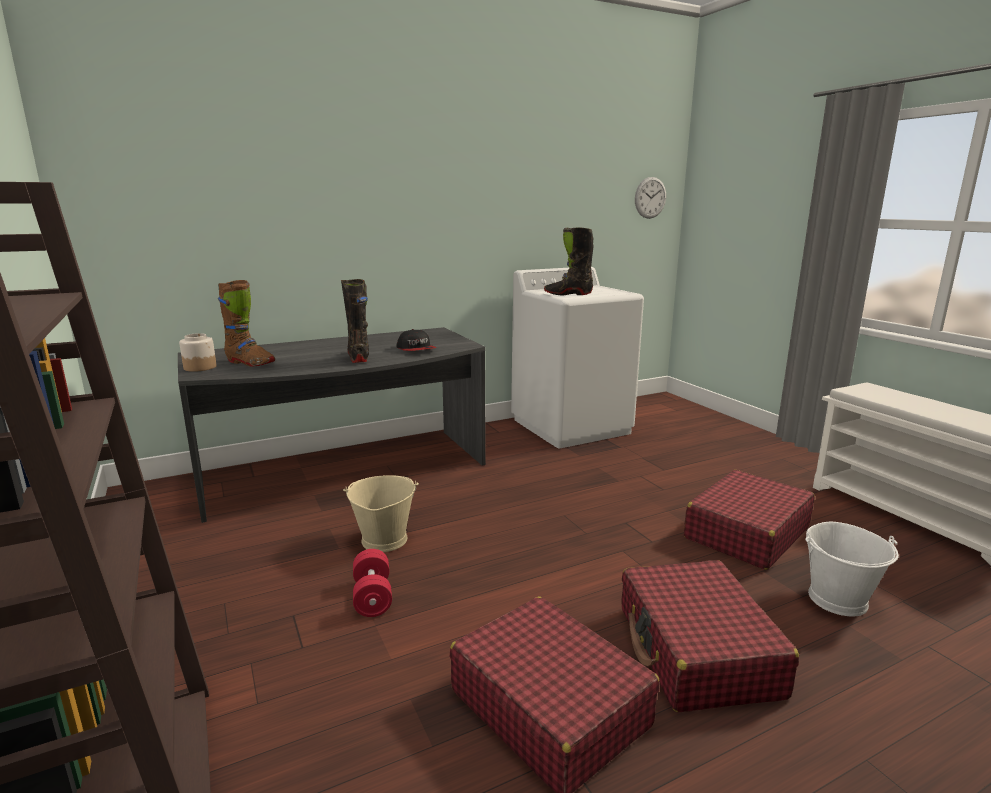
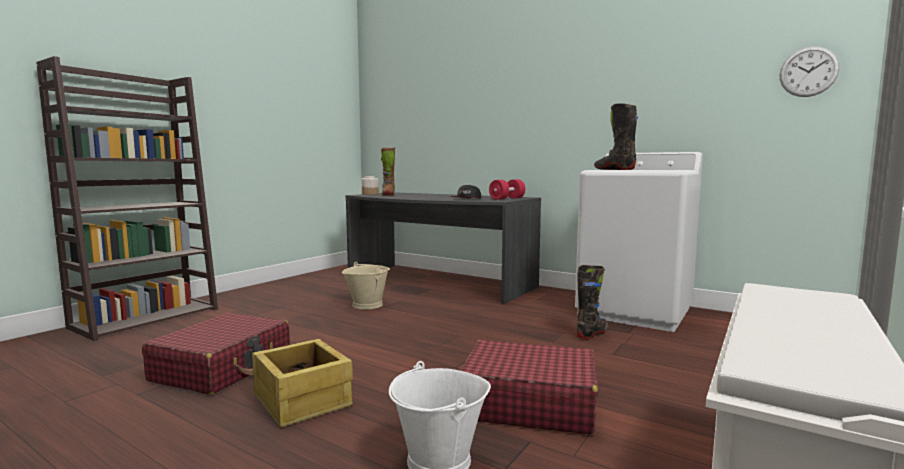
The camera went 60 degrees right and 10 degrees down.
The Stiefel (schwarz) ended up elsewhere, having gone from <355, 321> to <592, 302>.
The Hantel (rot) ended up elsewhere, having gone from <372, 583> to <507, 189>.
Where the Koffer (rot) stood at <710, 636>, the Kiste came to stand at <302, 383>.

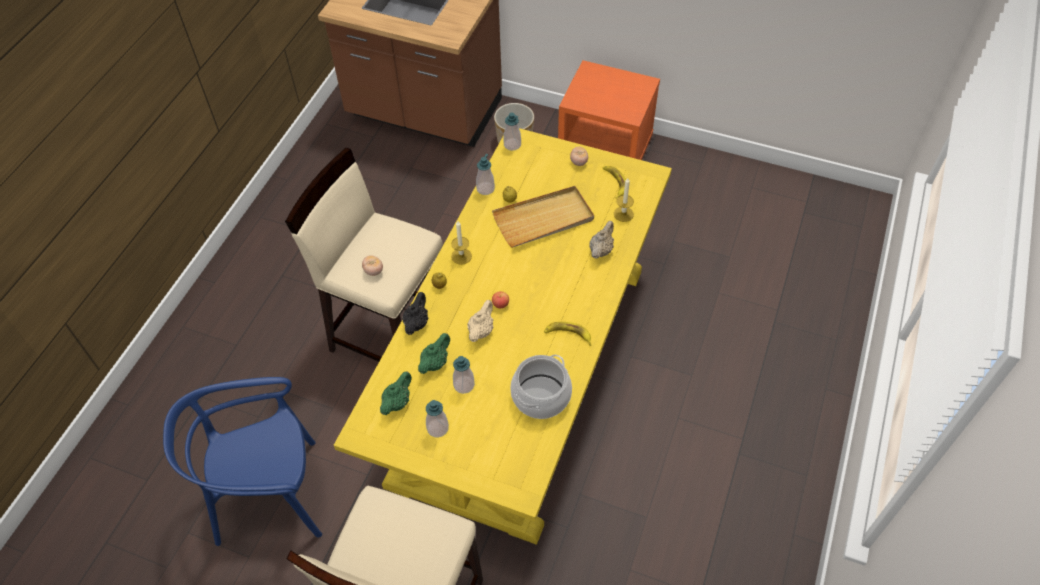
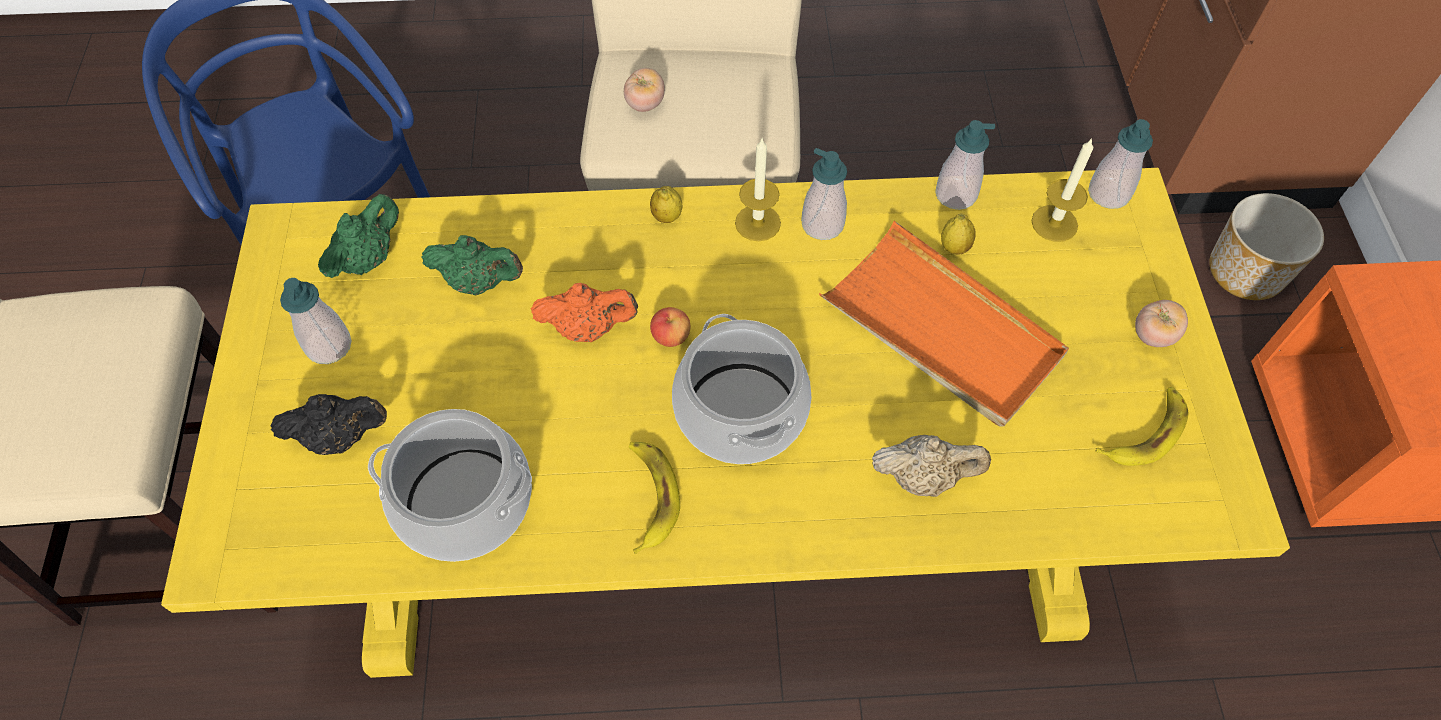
The camera went 65 degrees right and 5 degrees up.
The Teekanne (grün) at <396, 393> ended up facing another way, 60 degrees counterclockwise from before.
The Teekanne (schwarz) ended up elsewhere, having gone from <415, 313> to <328, 424>.
The Seifenspender ended up elsewhere, having gone from <464, 375> to <824, 194>.
What was the Teekanne (beige) at <480, 321> turned into the Teekanne (orange) at <584, 312>.
What was the Tablett (beige) at <543, 217> turned into the Tablett (orange) at <944, 324>.
The Kerze ended up elsewhere, having gone from <624, 200> to <1062, 190>.
The second view gained the Kochtopf at <742, 389>.

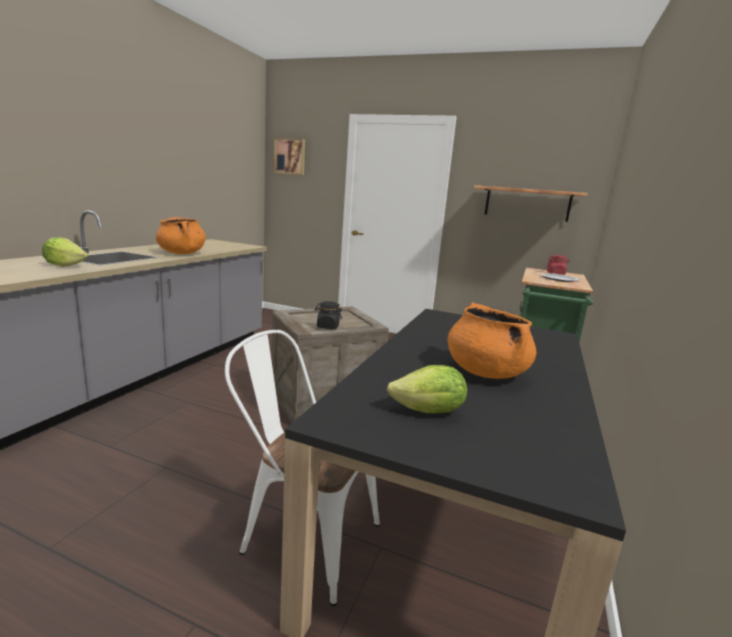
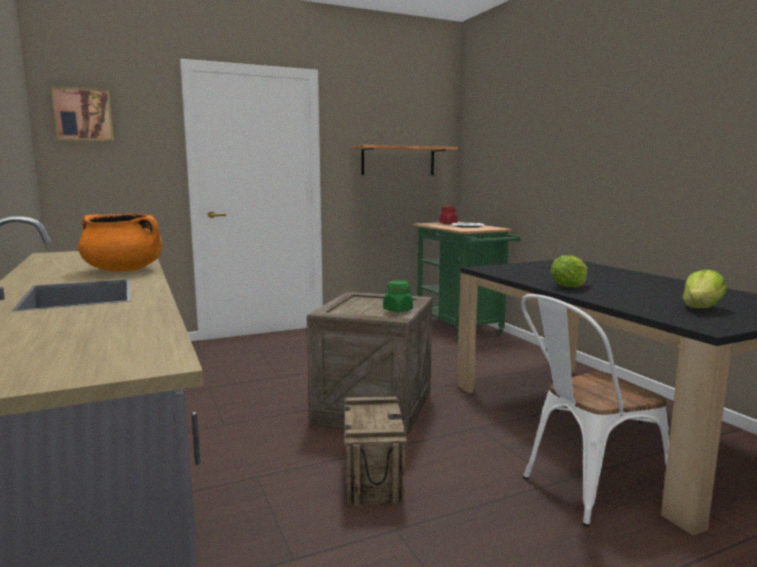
The camera went 45 degrees left and 5 degrees down.
The Salatkopf ended up elsewhere, having gone from <65, 252> to <569, 271>.
What was the Vorratsglas (schwarz) at <328, 315> turned into the Vorratsglas (grün) at <398, 296>.
The second view lost the Kochtopf (orange) at <492, 340>.
The second view gained the Kiste at <375, 451>.

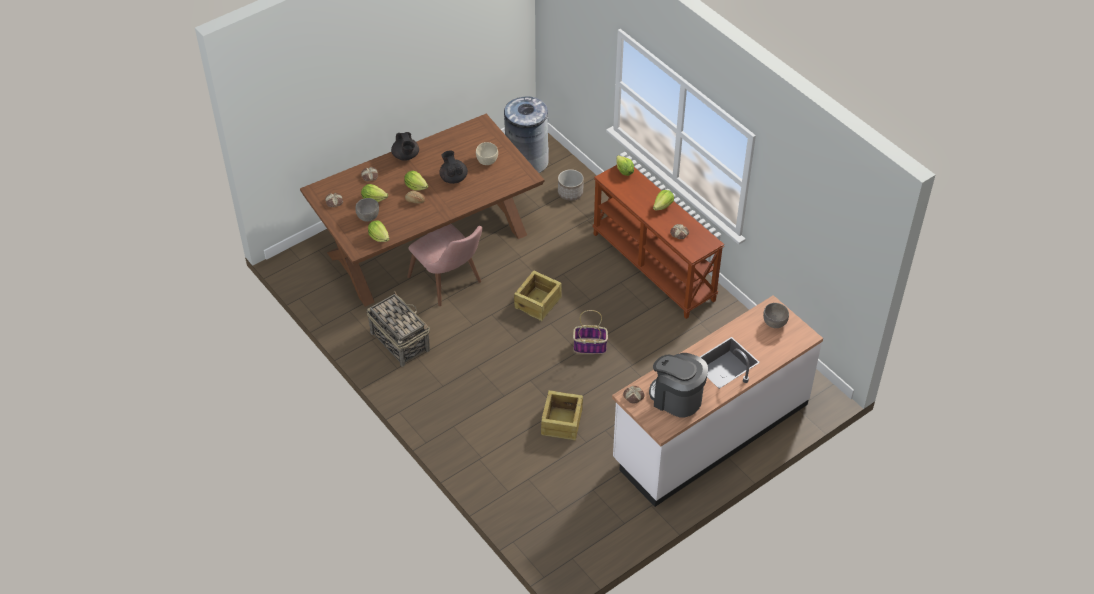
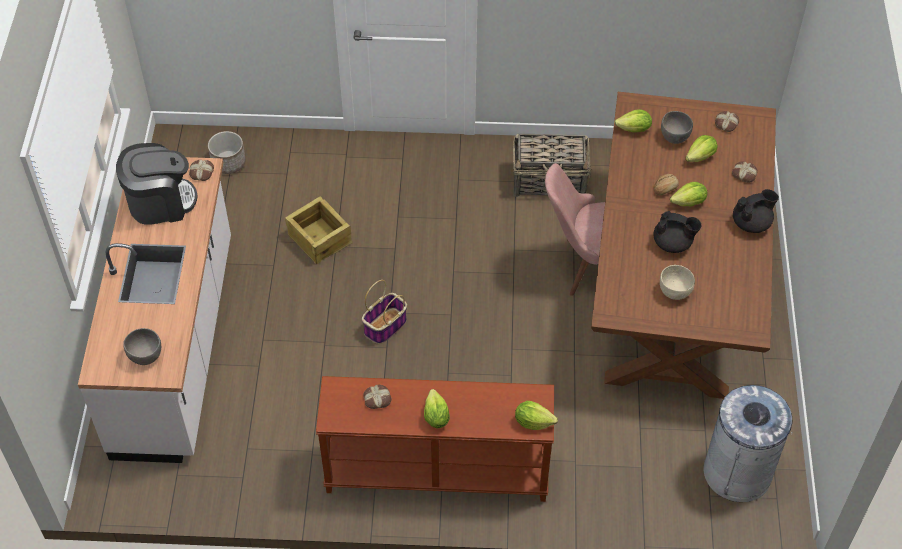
The camera went 130 degrees right and 5 degrees up.
The Teekanne (schwarz) at <405, 146> ended up facing another way, 135 degrees clockwise from before.
The second view lost the Kiste at <538, 295>.
The Pflanzkübel ended up elsewhere, having gone from <571, 185> to <227, 152>.

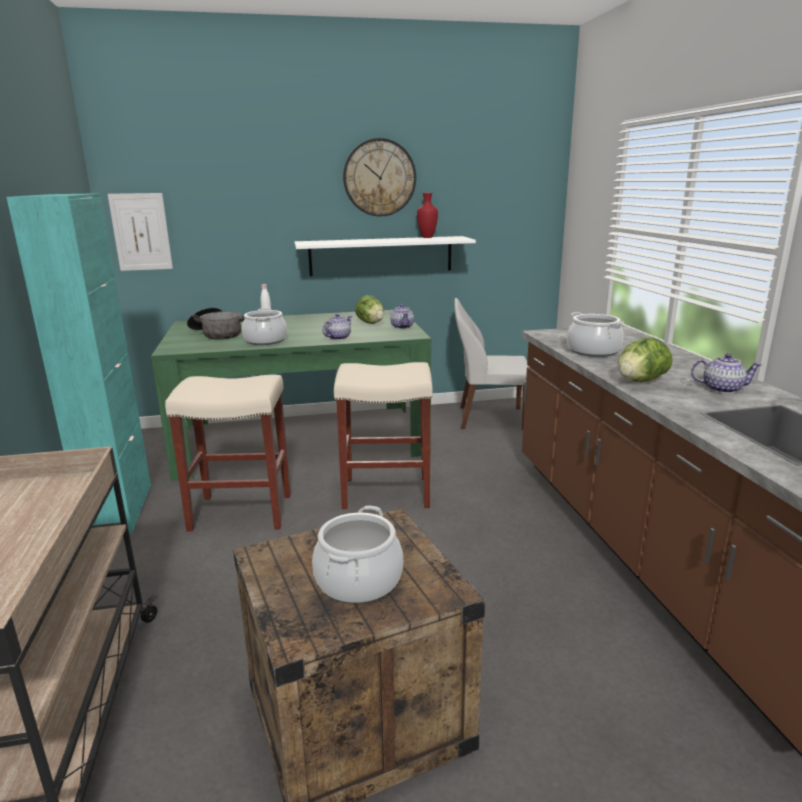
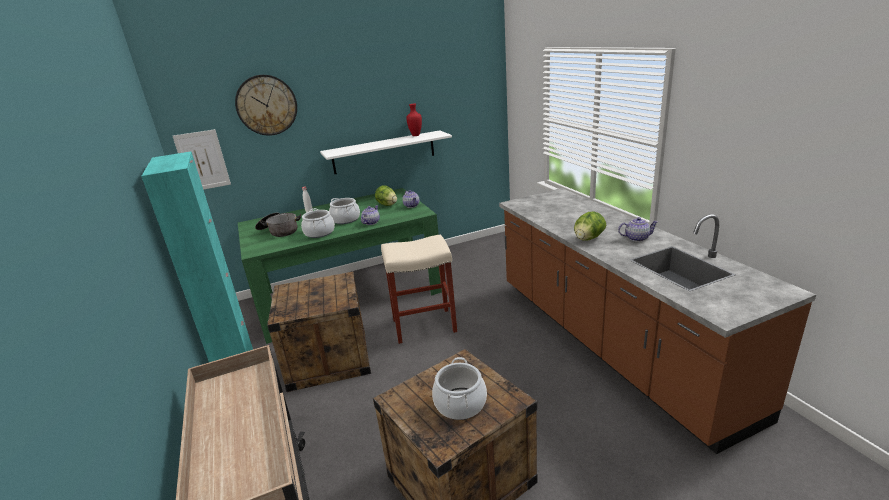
The camera went 10 degrees left and 5 degrees up.
Where the Hocker (beige) stood at <228, 453>, the Kiste came to stand at <319, 332>.
The Wanduhr ended up elsewhere, having gone from <379, 177> to <266, 105>.
The second view lost the Stuhl (weiß) at <491, 364>.
The Kochtopf ended up elsewhere, having gone from <595, 334> to <344, 211>.

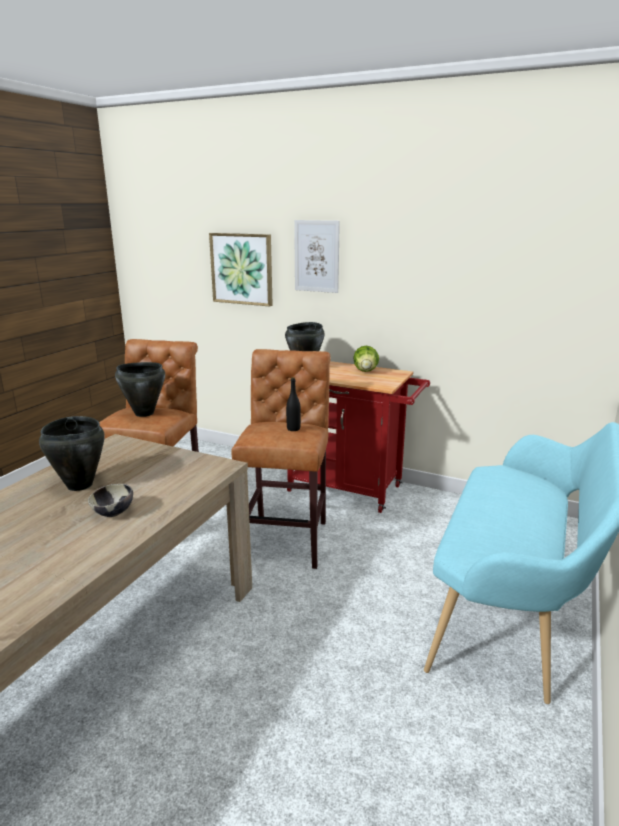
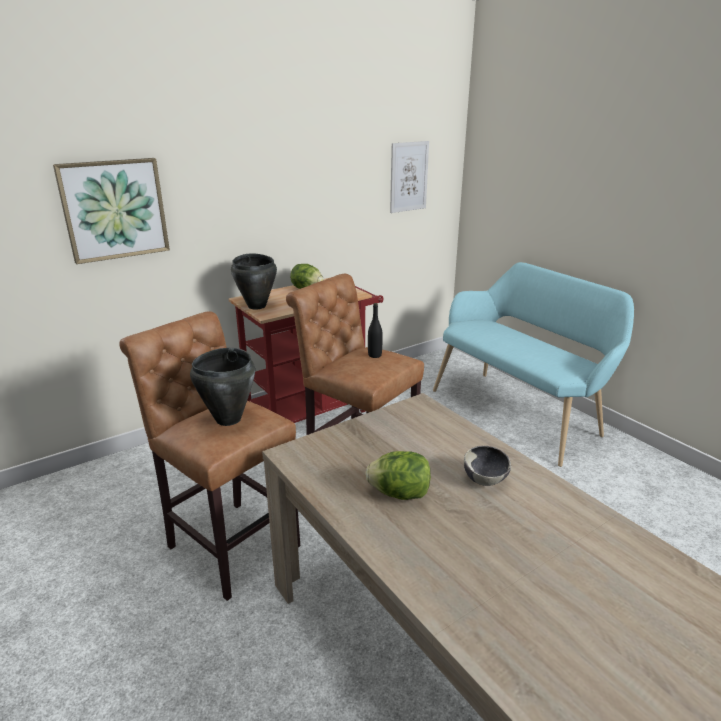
The camera went 60 degrees left and 5 degrees up.
Where the Kochtopf (schwarz) stood at <72, 453>, the Salatkopf came to stand at <398, 475>.
The Bild ended up elsewhere, having gone from <317, 256> to <409, 177>.

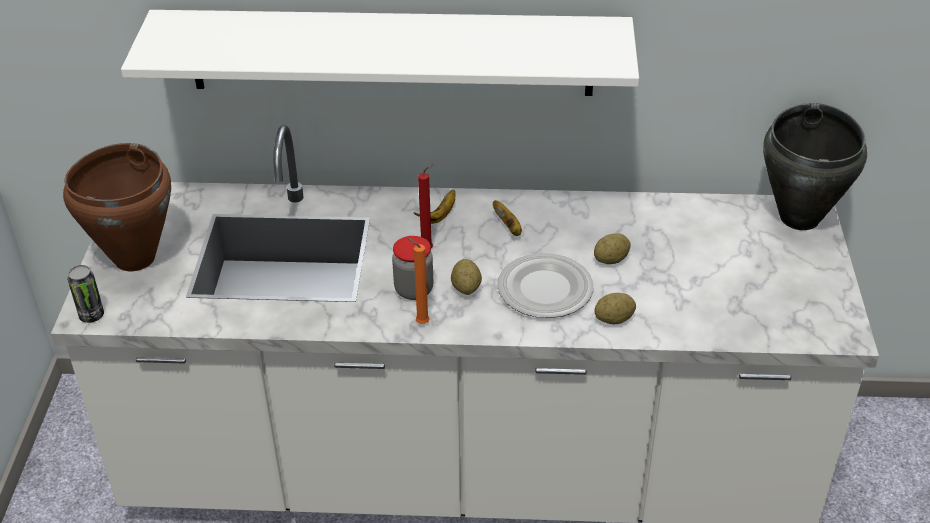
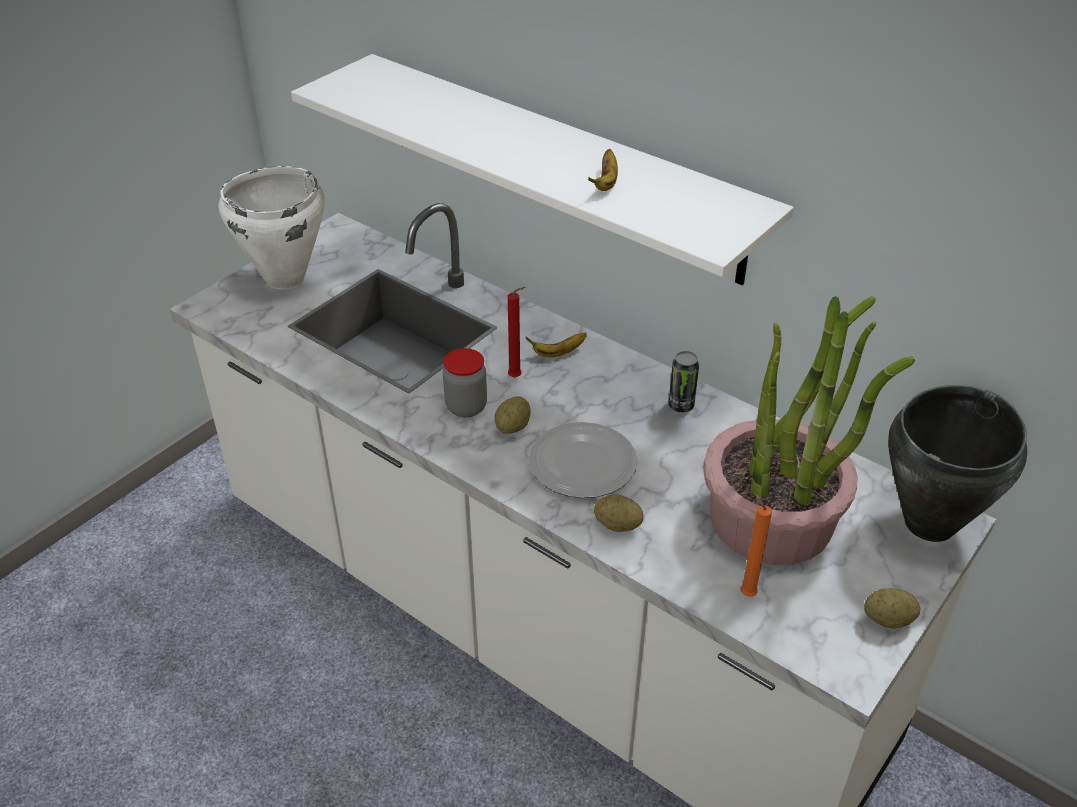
The camera went 35 degrees right and 0 degrees up.
What was the Kochtopf (braun) at <117, 207> turned into the Kochtopf (weiß) at <271, 227>.
The Dose ended up elsewhere, having gone from <86, 294> to <683, 381>.
The Kerze (orange) ended up elsewhere, having gone from <418, 280> to <756, 544>.
The Banane ended up elsewhere, having gone from <507, 218> to <603, 170>.
The Kartoffel ended up elsewhere, having gone from <612, 248> to <892, 608>.
The second view gained the Topfpflanze at <809, 430>.

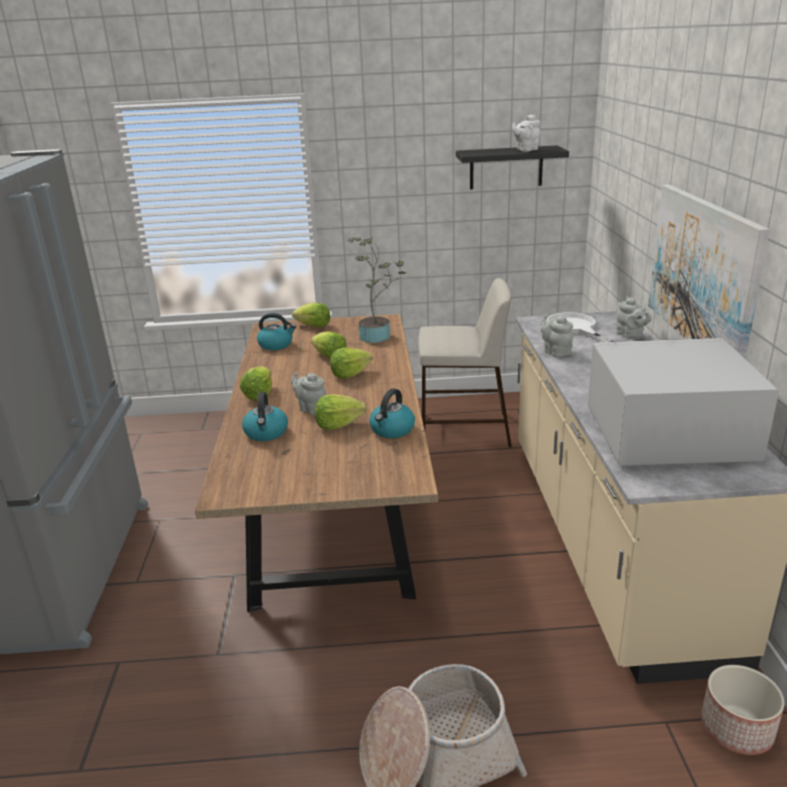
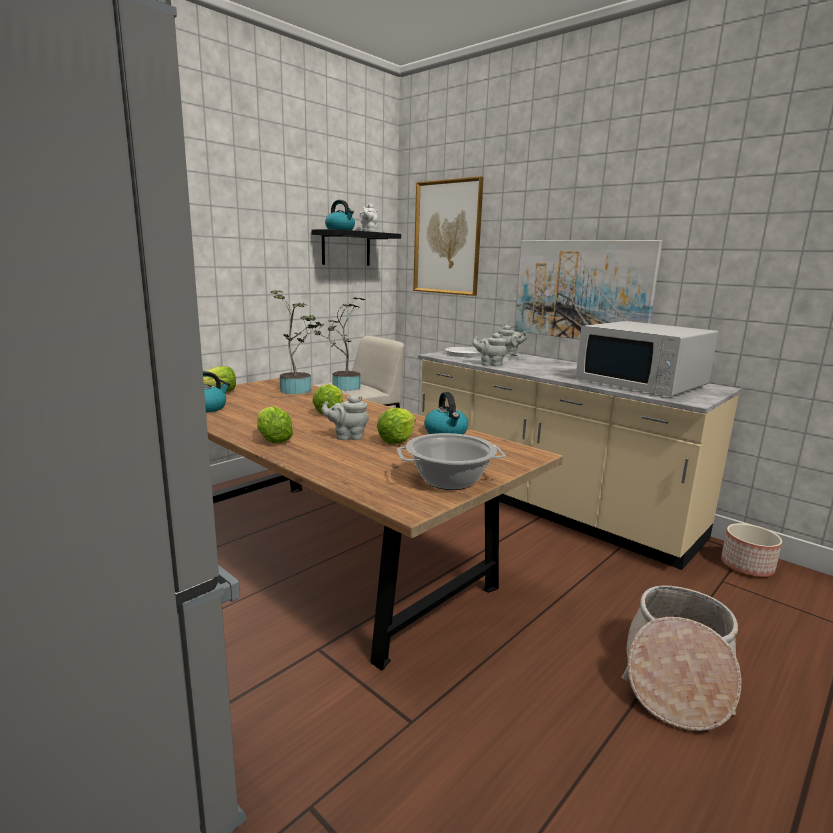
The camera went 45 degrees left and 10 degrees down.
The Wasserkessel ended up elsewhere, having gone from <265, 416> to <340, 215>.
The second view lost the Salatkopf at <329, 345>.
The Mikrowelle (weiß) at <683, 401> ended up facing another way, 90 degrees counterclockwise from before.
The second view gained the Topfpflanze at <339, 344>.
The second view gained the Kochtopf at <451, 461>.
The second view gained the Bild at <448, 236>.

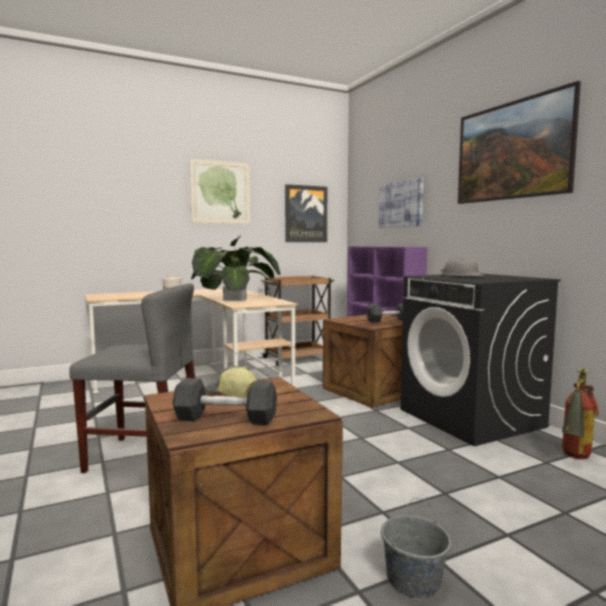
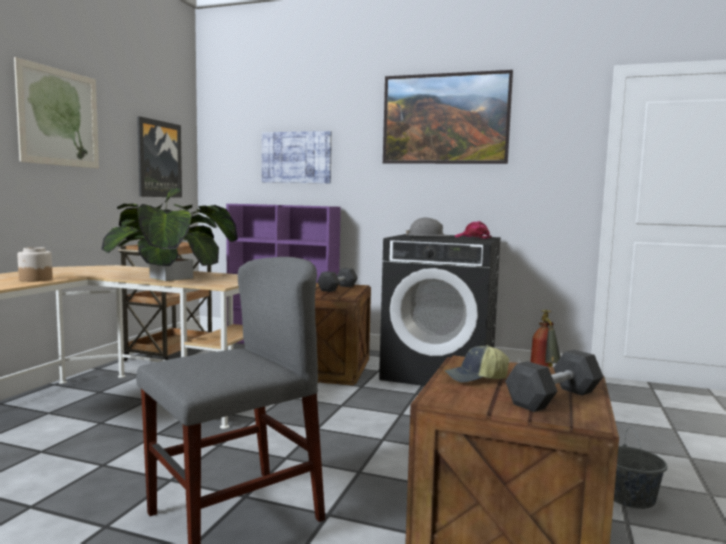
The camera went 45 degrees left and 0 degrees up.
The second view gained the Kappe (rosa) at <473, 230>.

